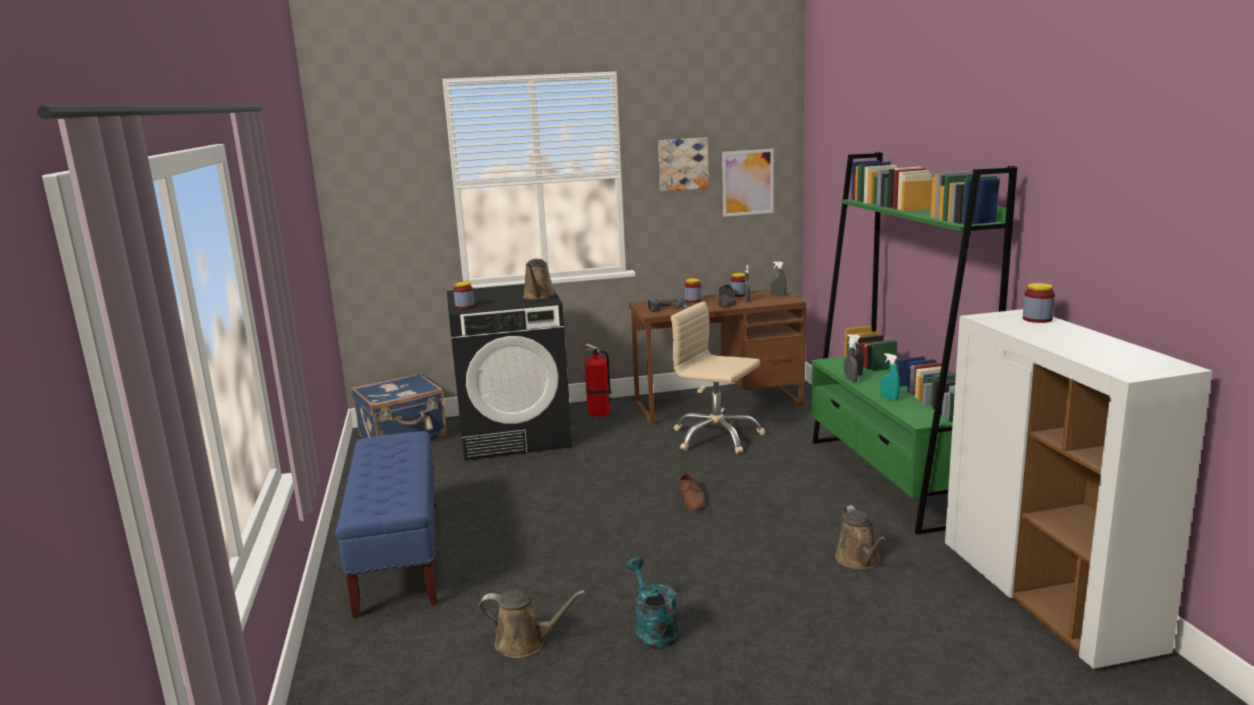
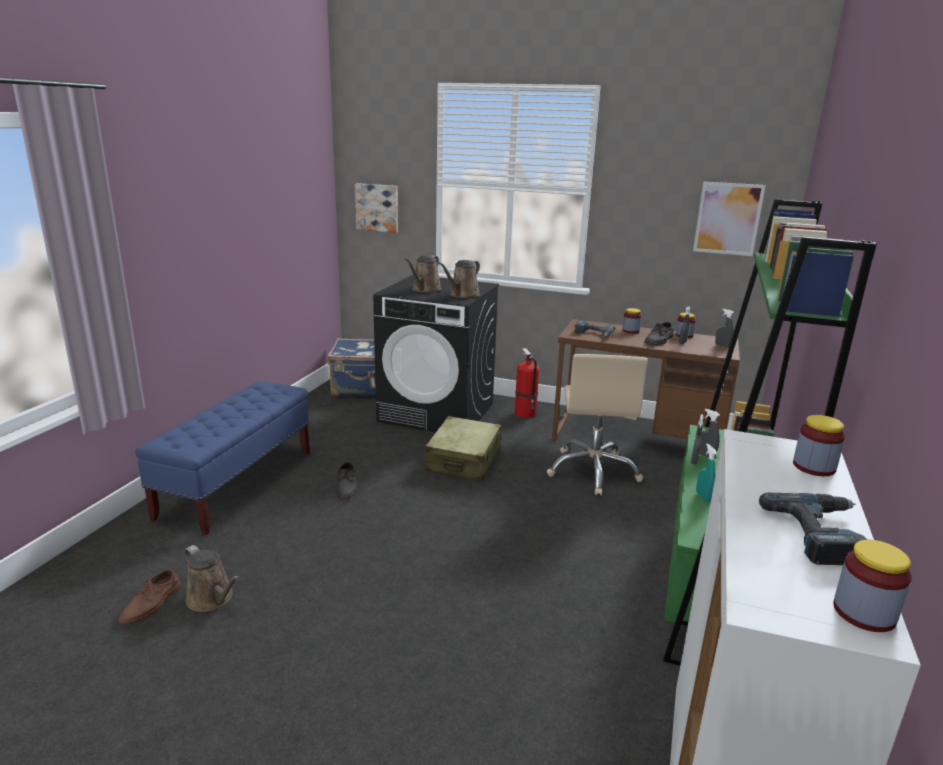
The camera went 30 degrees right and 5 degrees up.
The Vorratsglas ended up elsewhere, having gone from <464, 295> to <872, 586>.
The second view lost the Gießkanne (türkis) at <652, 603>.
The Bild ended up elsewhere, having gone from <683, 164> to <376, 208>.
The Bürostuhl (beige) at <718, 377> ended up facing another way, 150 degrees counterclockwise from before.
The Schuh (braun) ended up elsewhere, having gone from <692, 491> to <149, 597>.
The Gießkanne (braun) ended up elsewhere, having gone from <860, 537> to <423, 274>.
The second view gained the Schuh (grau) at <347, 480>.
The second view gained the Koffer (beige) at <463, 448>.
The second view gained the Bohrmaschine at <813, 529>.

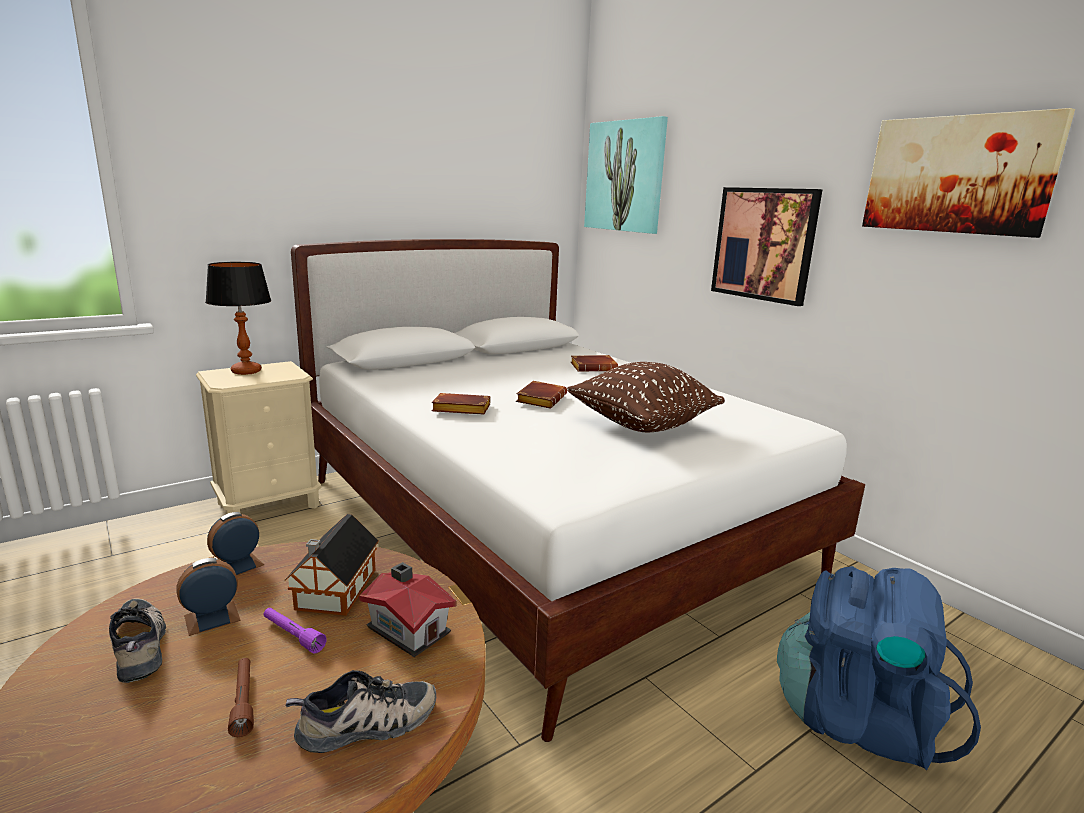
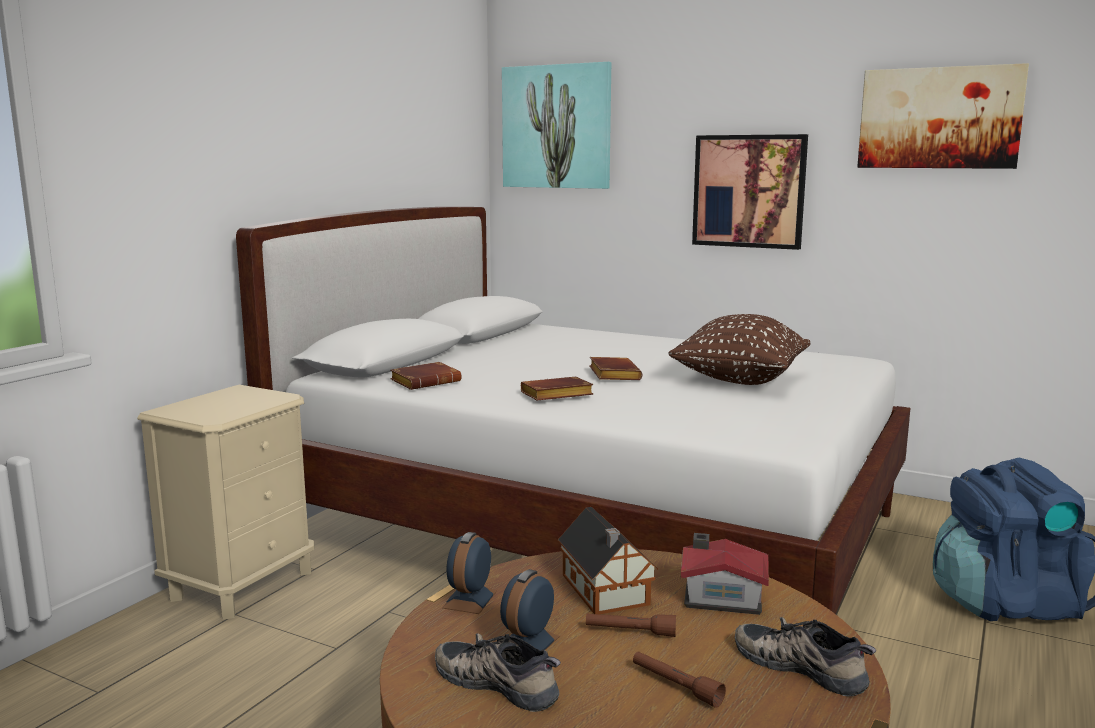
The camera went 25 degrees left and 5 degrees down.
The second view lost the Tischlampe at <238, 318>.
What was the Taschenlampe (lila) at <295, 631> turned into the Taschenlampe (braun) at <631, 625>.
The Schuh at <361, 711> ended up facing another way, 90 degrees counterclockwise from before.
The Buch (braun) ended up elsewhere, having gone from <594, 363> to <425, 376>.

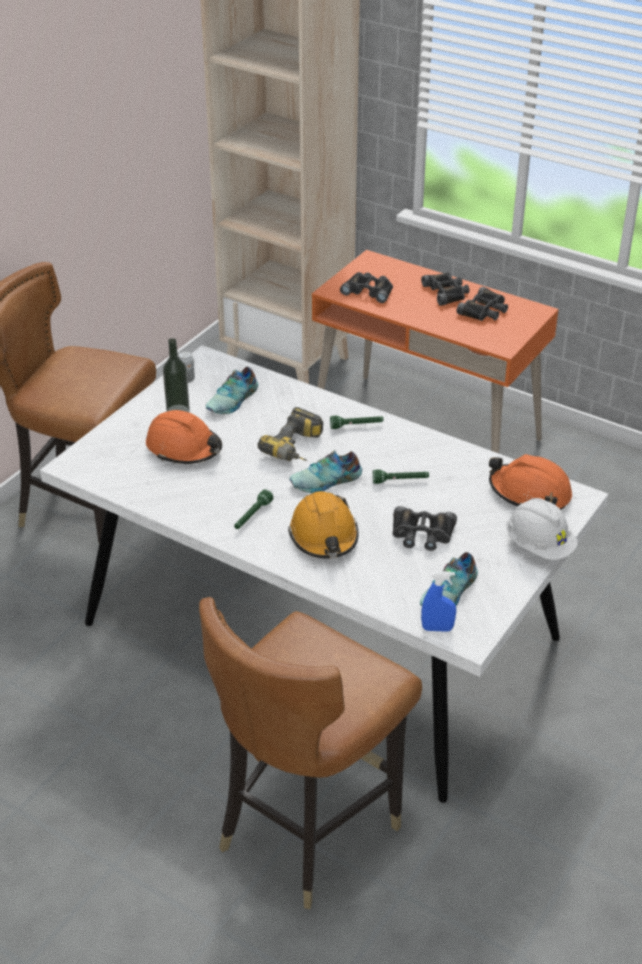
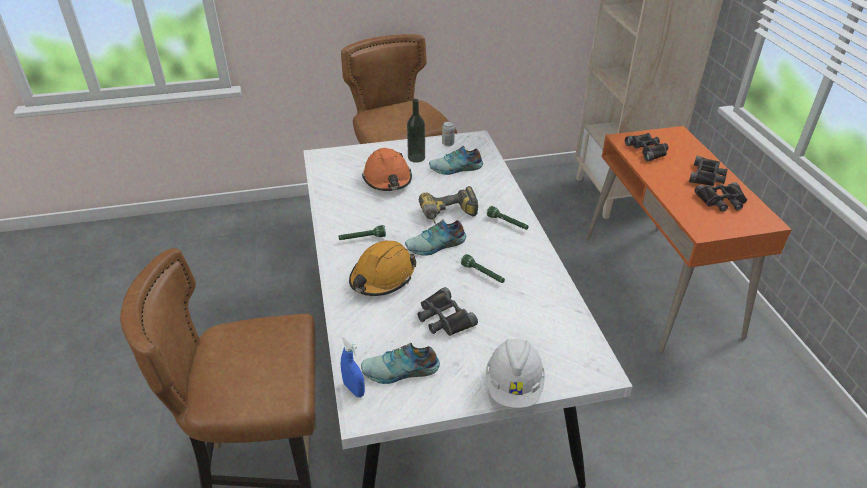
The camera went 45 degrees right and 0 degrees up.
The Schuh at <325, 471> ended up facing another way, 45 degrees counterclockwise from before.
The second view lost the Schutzhelm (orange) at <530, 482>.

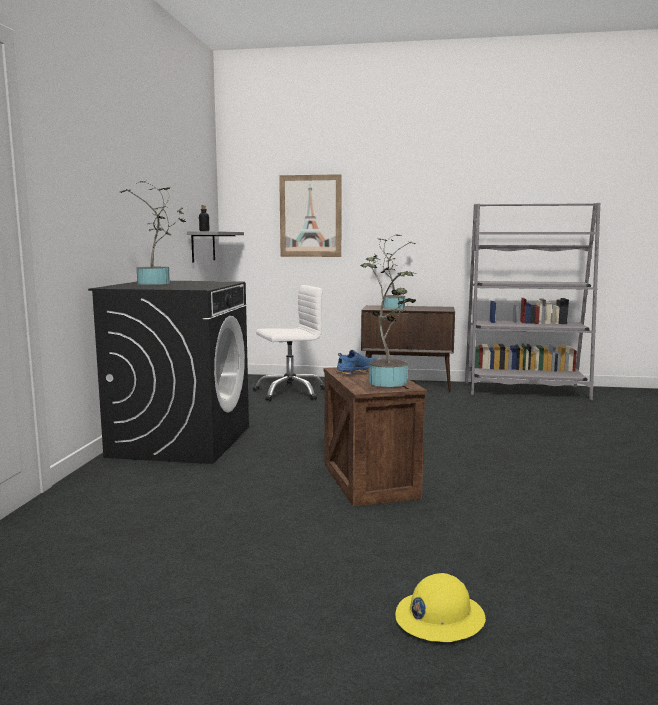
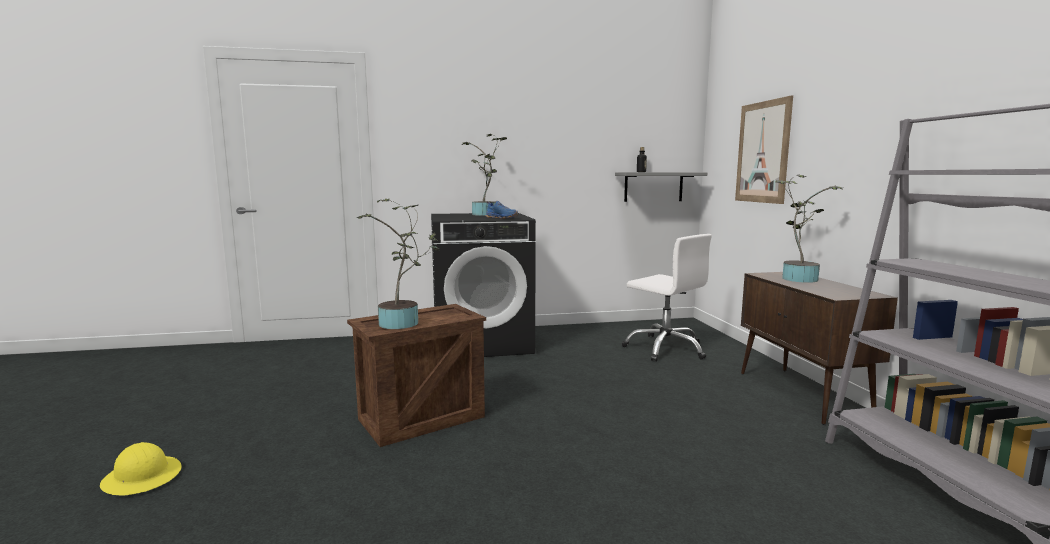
The camera went 70 degrees right and 0 degrees up.
The Schuh (blau) ended up elsewhere, having gone from <357, 362> to <501, 210>.

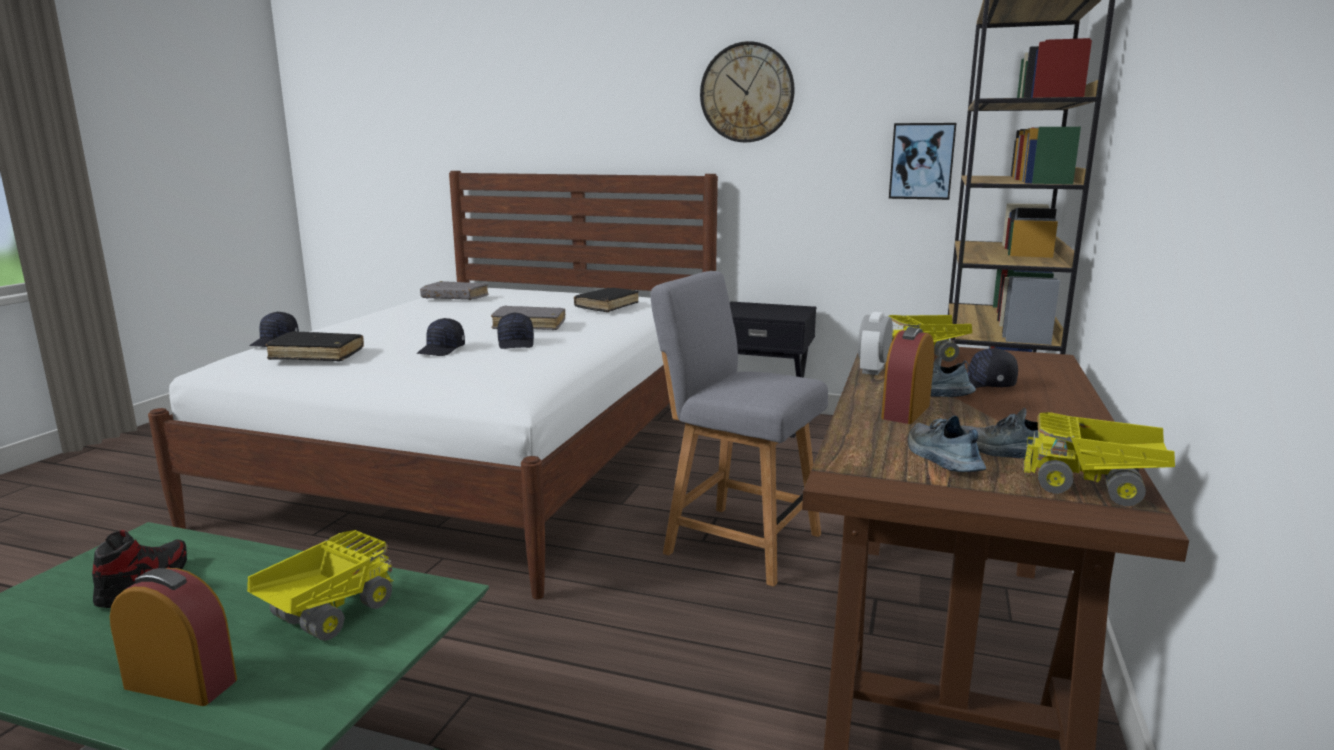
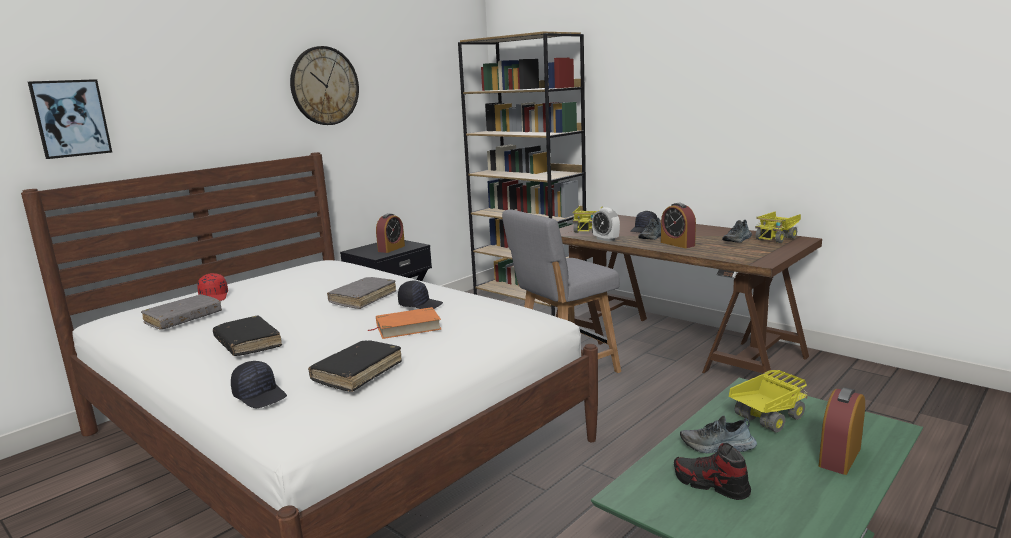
The camera went 65 degrees left and 0 degrees up.
The Spielzeuglaster at <320, 585> ended up facing another way, 90 degrees clockwise from before.
Where the Kappe (schwarz) stood at <441, 337>, the Buch (orange) came to stand at <404, 323>.
The Buch (schwarz) ended up elsewhere, having gone from <606, 300> to <247, 335>.
The Bild ended up elsewhere, having gone from <922, 161> to <70, 119>.
The Schuh ended up elsewhere, having gone from <947, 444> to <718, 434>.
The second view gained the Kappe (rot) at <212, 287>.
The second view gained the Wecker at <390, 233>.

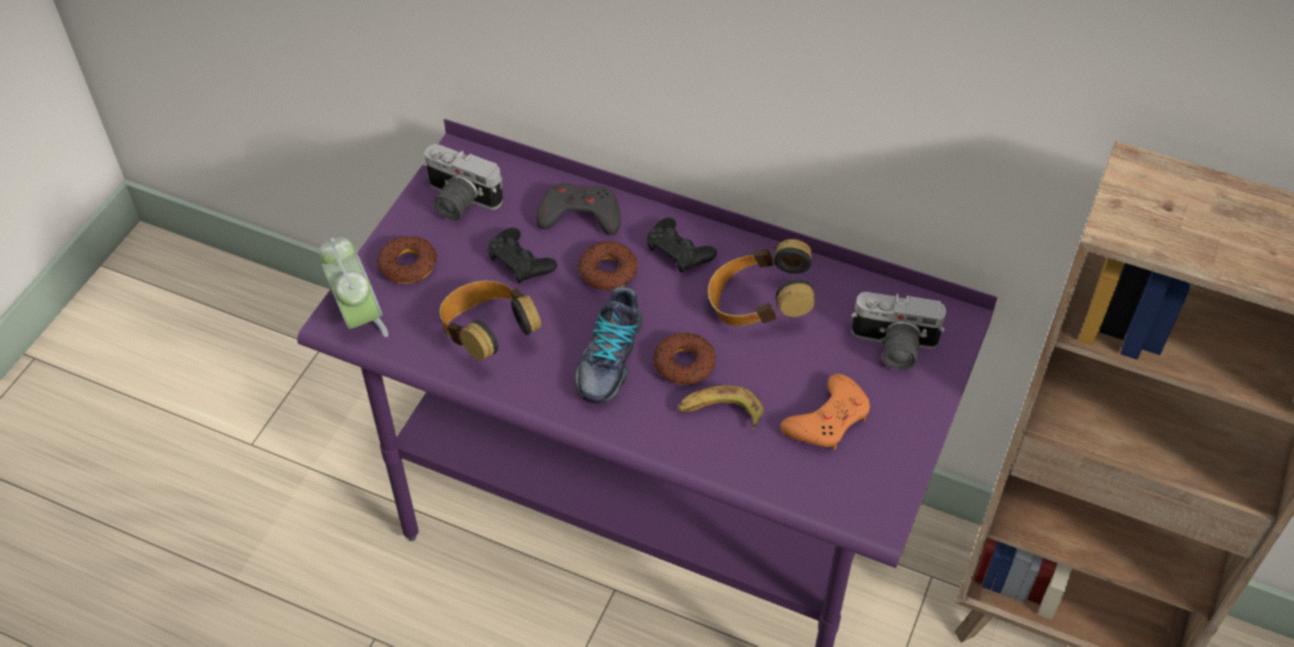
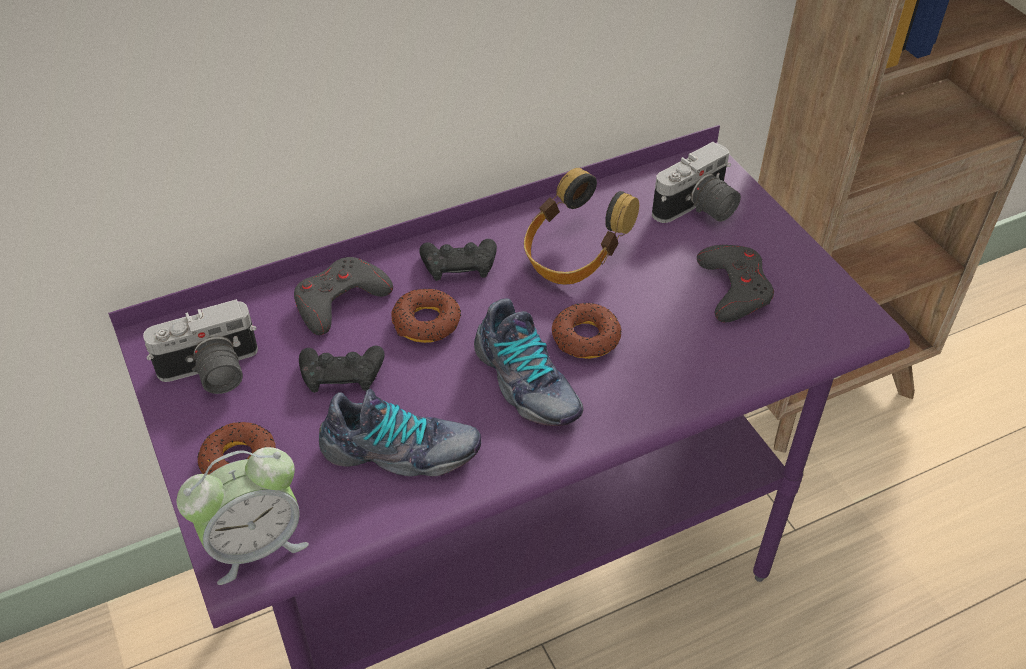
The camera went 50 degrees left and 5 degrees down.
The Wecker at <353, 287> ended up facing another way, 135 degrees clockwise from before.
Where the Kopfhörer stood at <490, 320>, the Schuh came to stand at <400, 432>.
The second view lost the Banane at <720, 407>.
What was the Gamepad (orange) at <825, 412> turned into the Gamepad (grau) at <735, 284>.

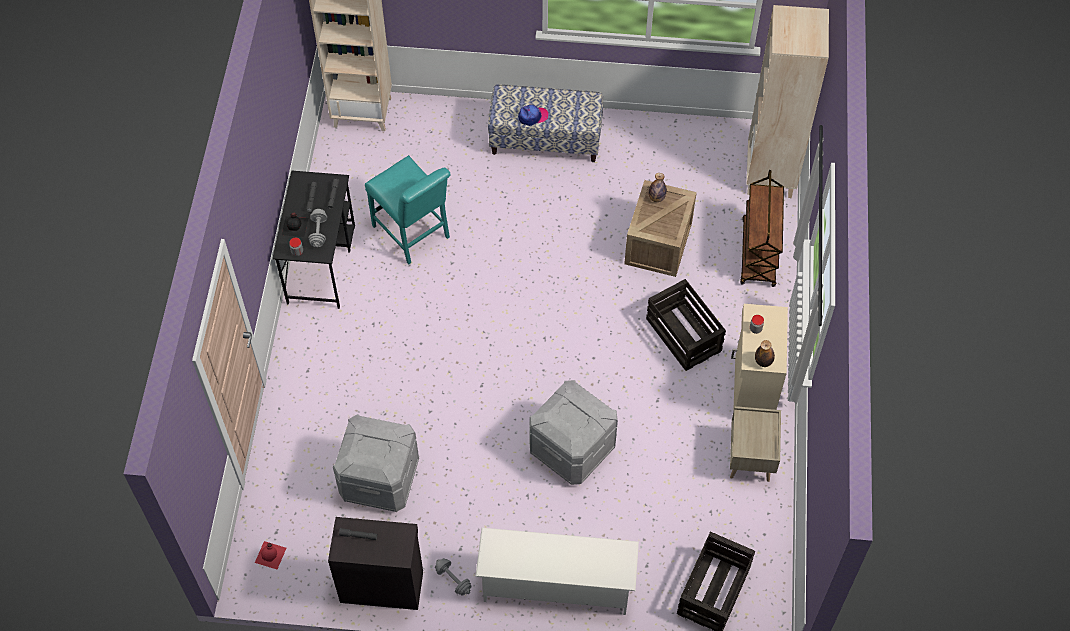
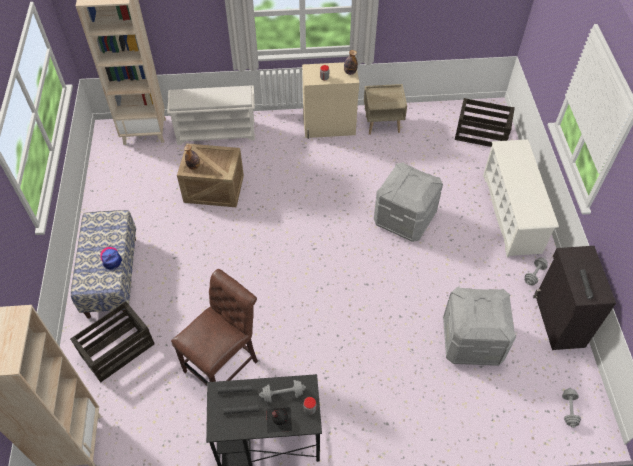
The camera went 100 degrees left and 5 degrees down.
Where the Flasche (rot) stood at <270, 555>, the Hantel (grau) came to stand at <571, 408>.
What was the Stuhl (türkis) at <408, 209> turned into the Stuhl (braun) at <214, 327>.
The Kiste ended up elsewhere, having gone from <686, 325> to <112, 342>.
Where the Rollwagen (braun) stood at <762, 228>, the Schuhregal (weiß) came to stand at <211, 115>.

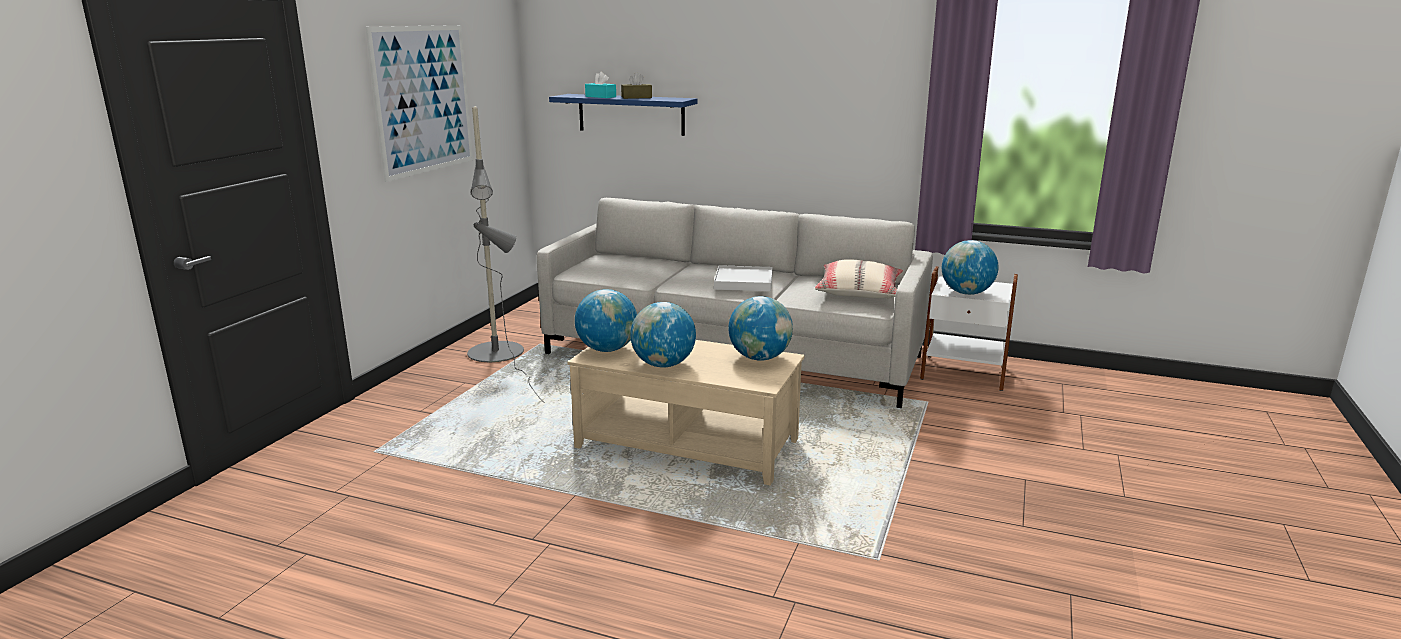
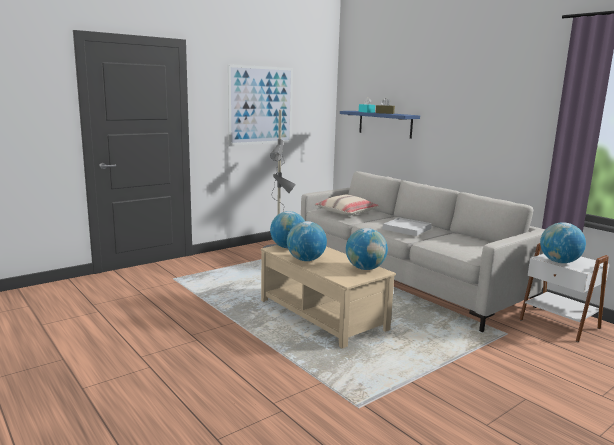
The camera went 30 degrees right and 5 degrees down.
The Kissen (beige) ended up elsewhere, having gone from <859, 279> to <347, 205>.

